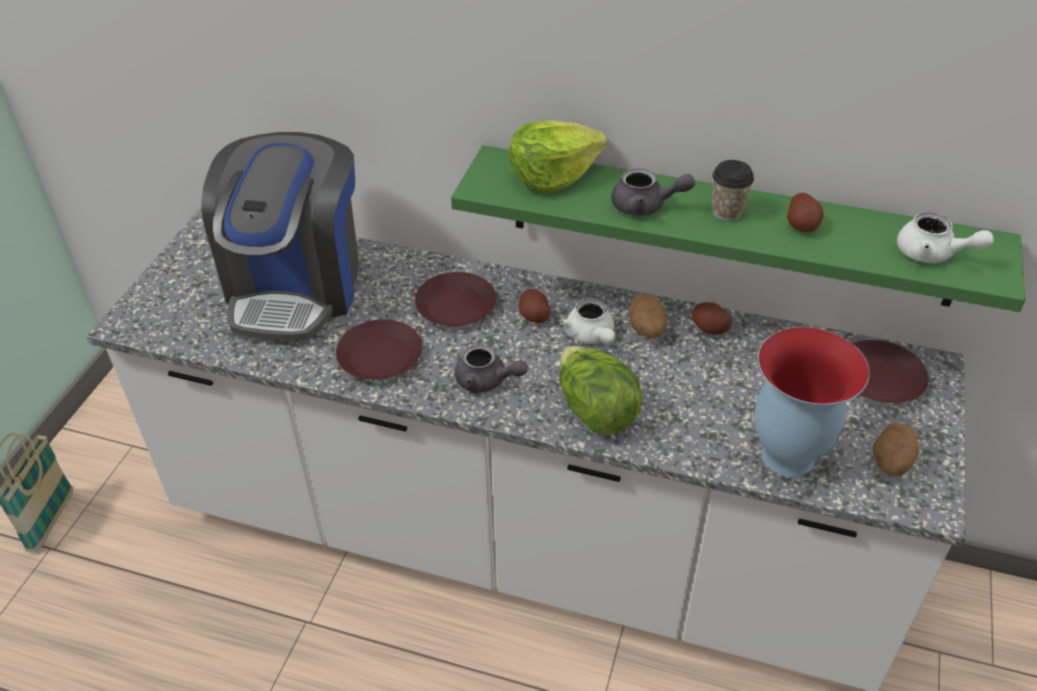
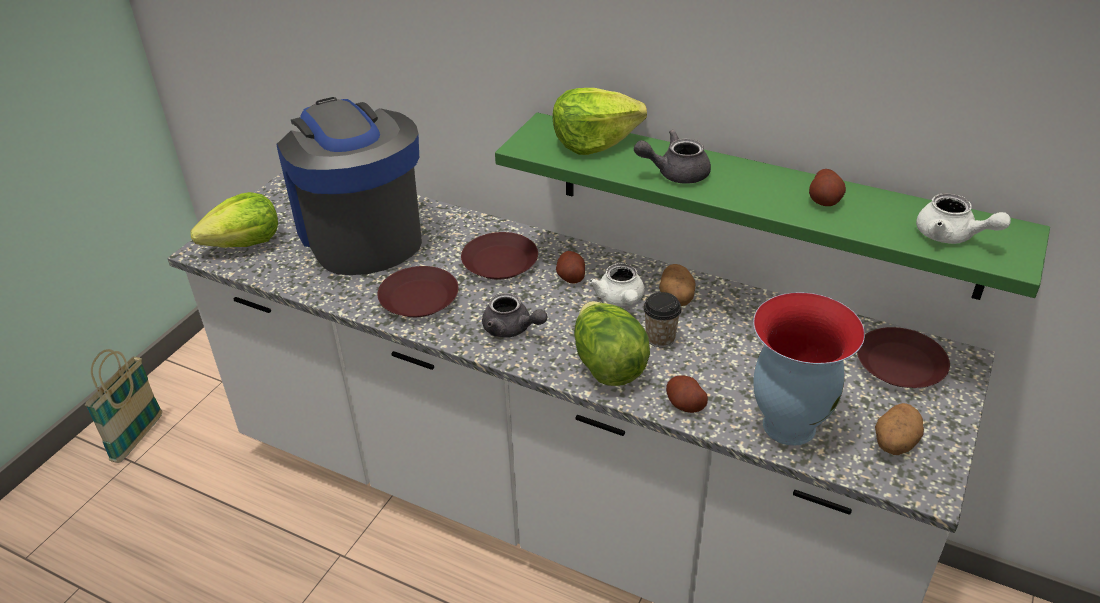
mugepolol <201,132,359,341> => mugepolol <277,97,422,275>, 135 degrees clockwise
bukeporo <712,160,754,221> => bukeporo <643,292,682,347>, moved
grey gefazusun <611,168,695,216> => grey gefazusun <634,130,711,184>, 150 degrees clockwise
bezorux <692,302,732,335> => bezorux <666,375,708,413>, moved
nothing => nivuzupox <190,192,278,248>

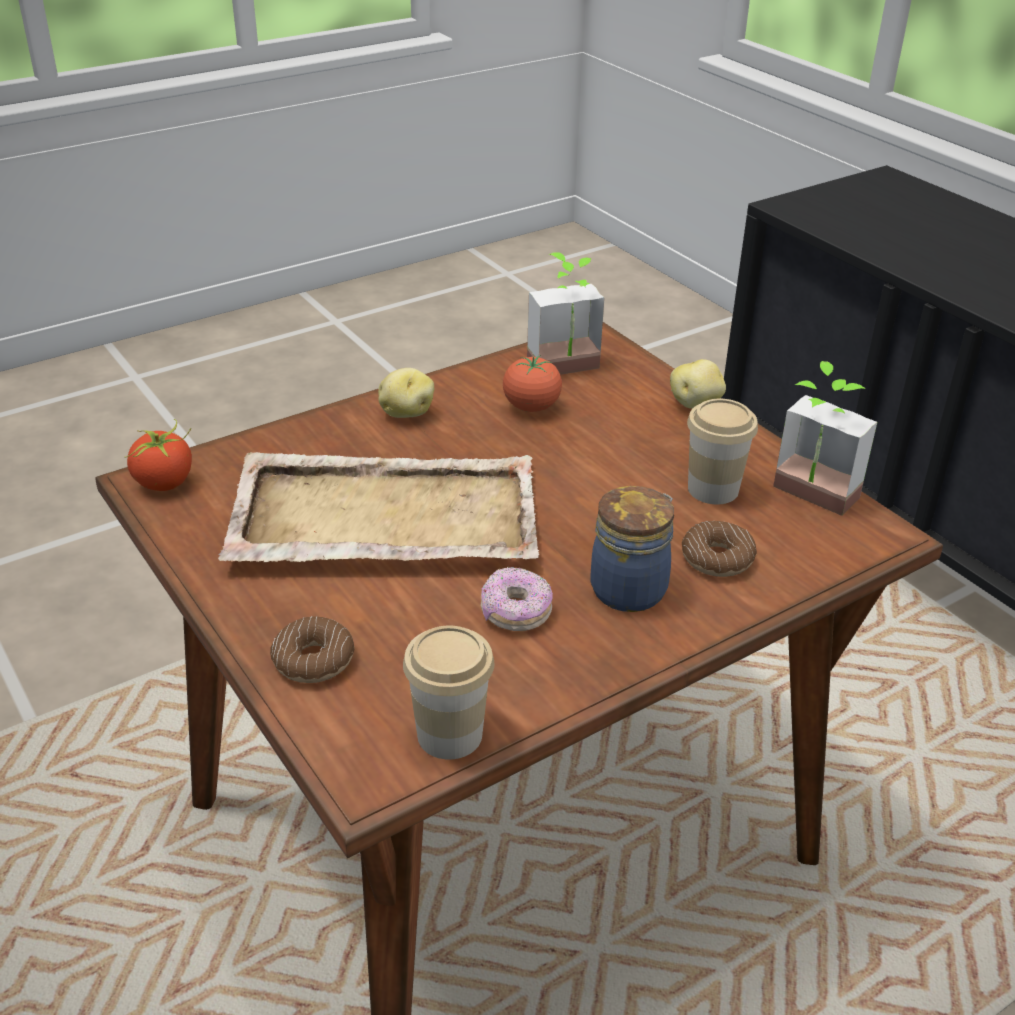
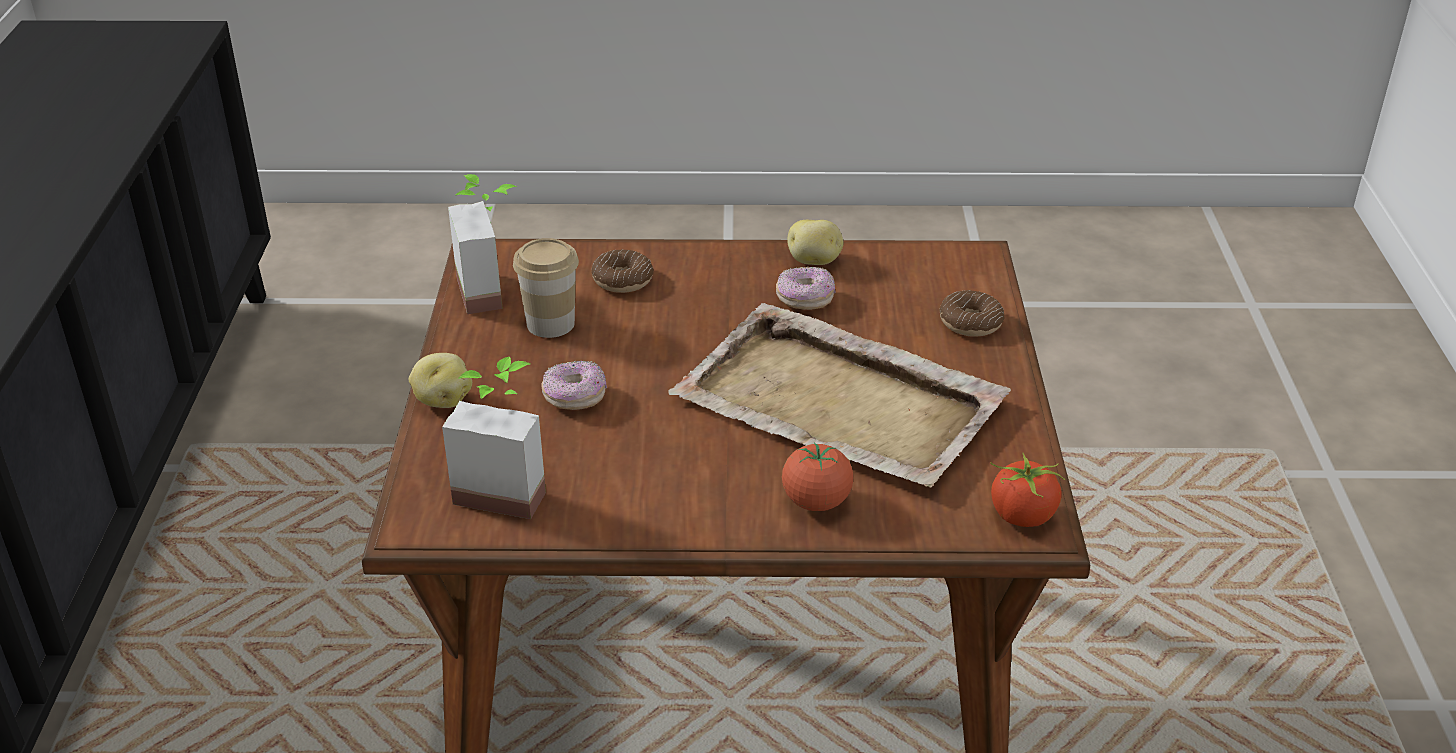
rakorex <503,355,562,412> => rakorex <782,443,853,511>, moved
bezorux <378,368,434,418> => bezorux <787,220,843,265>, moved
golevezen <590,486,674,612> => nothing
bukeporo <403,625,494,760> => nothing
nothing => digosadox <541,361,607,410>

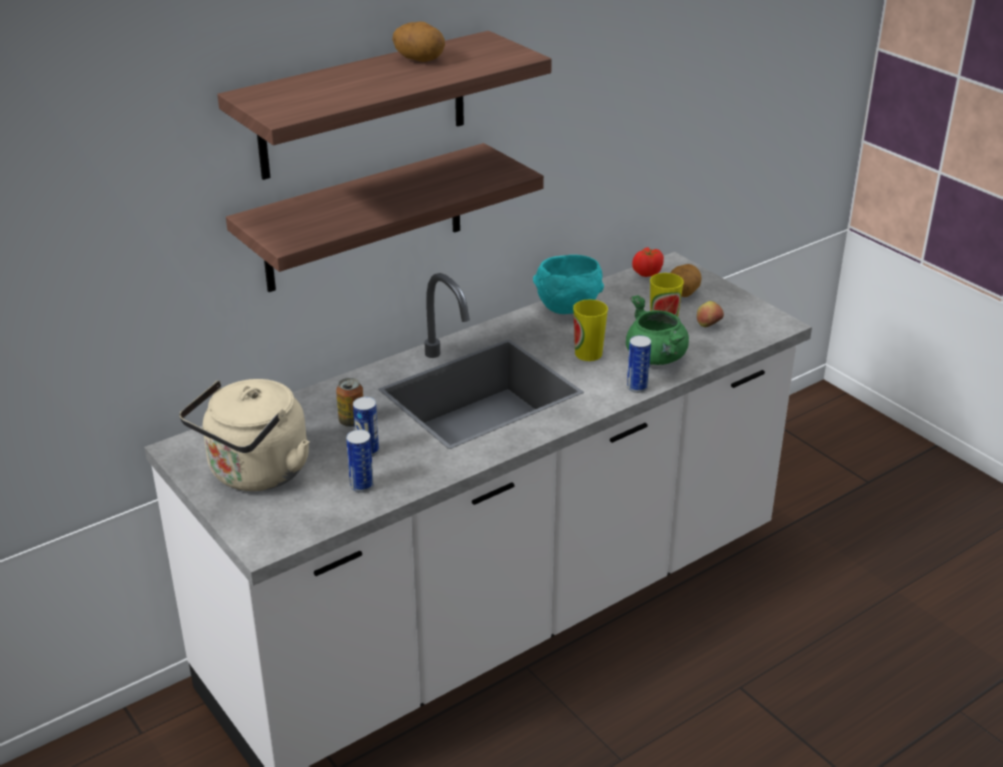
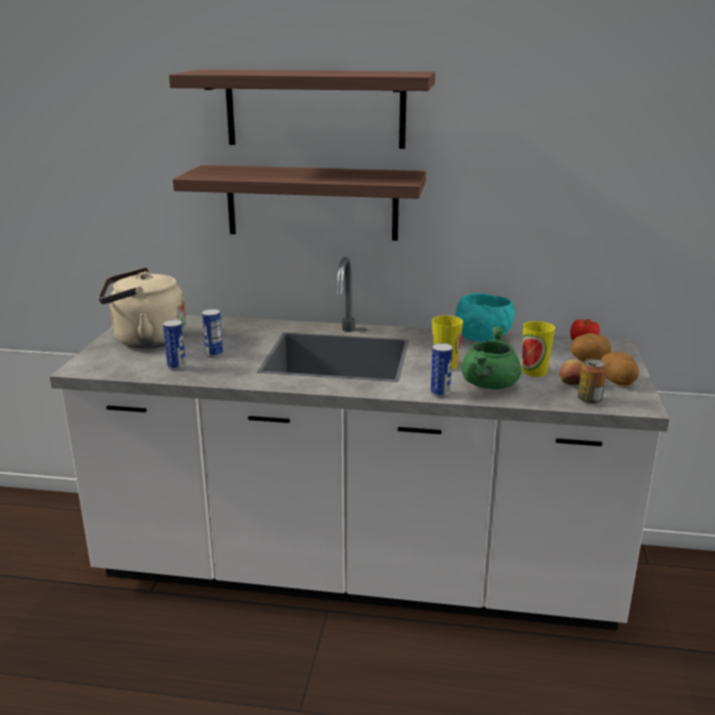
bezorux <392,22,445,62> => bezorux <601,352,639,386>, moved
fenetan <336,378,363,427> => fenetan <578,359,606,404>, moved

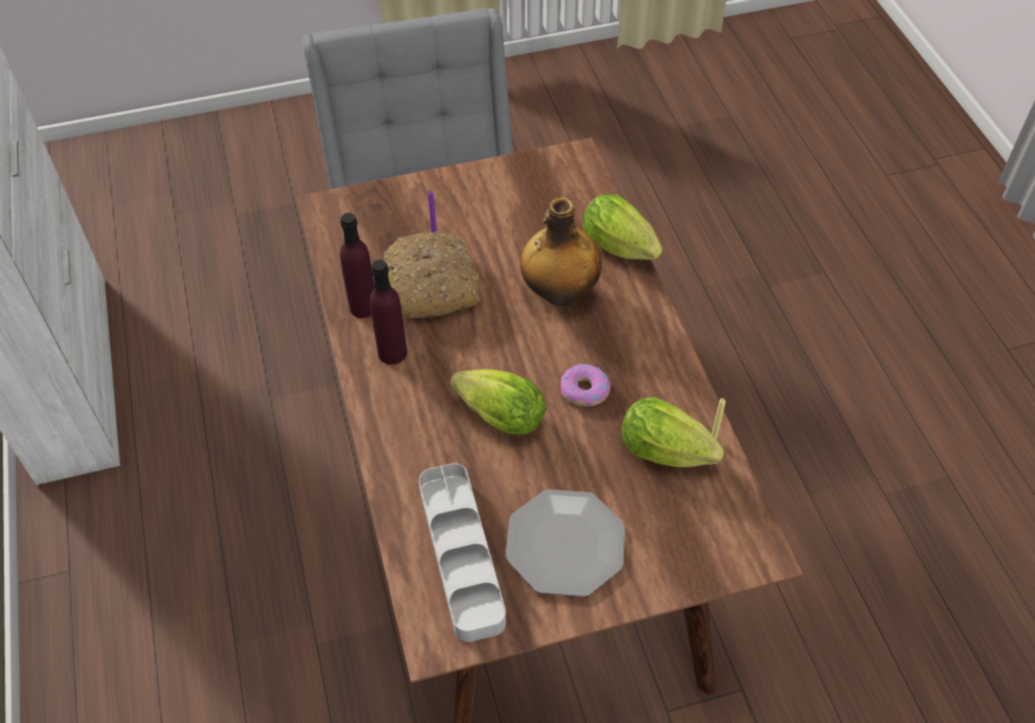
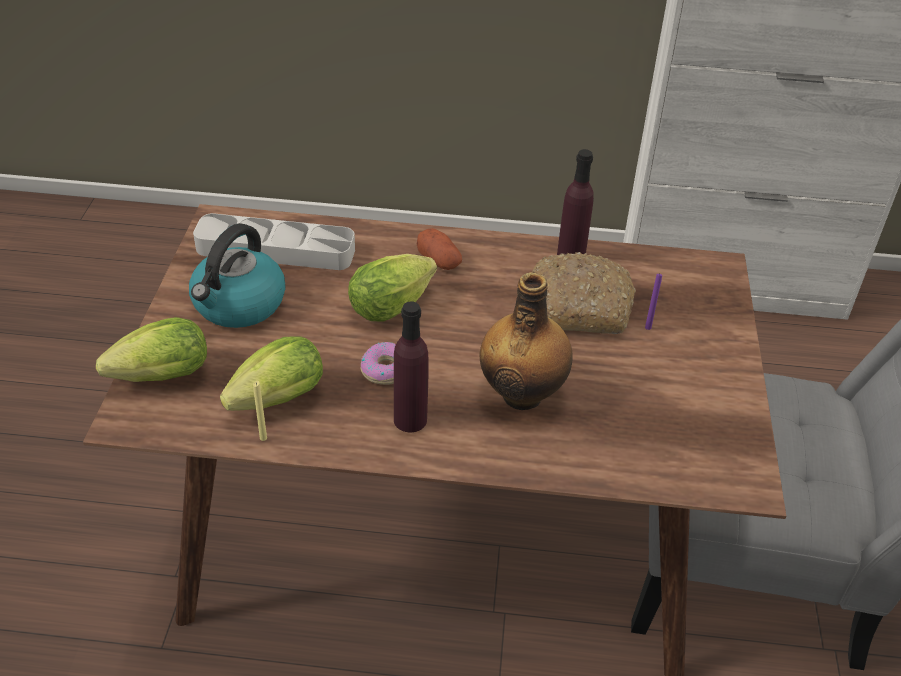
nivuzupox <583,194,663,260> => nivuzupox <96,317,207,382>, moved
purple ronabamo <370,260,407,365> => purple ronabamo <394,301,429,432>, moved
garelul <505,489,625,597> => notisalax <189,223,286,328>
nothing => bezorux <417,228,462,270>

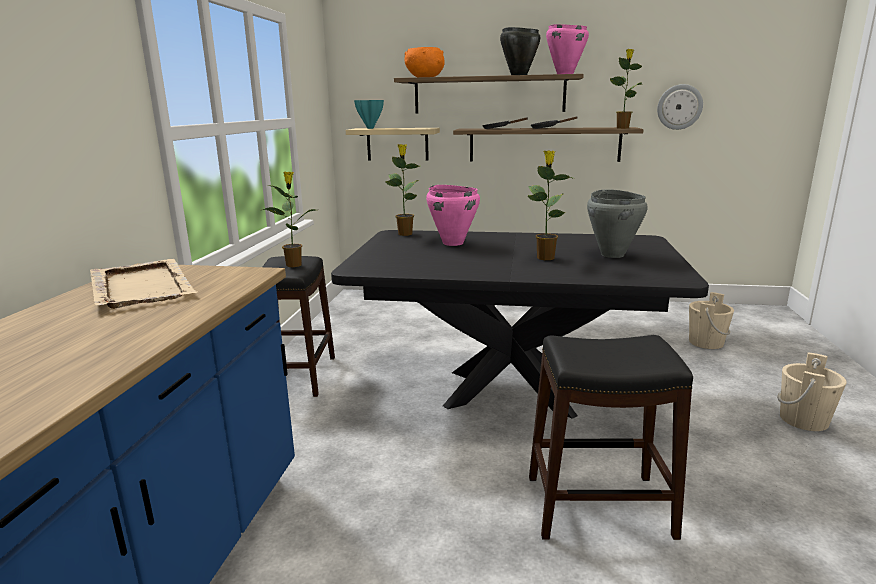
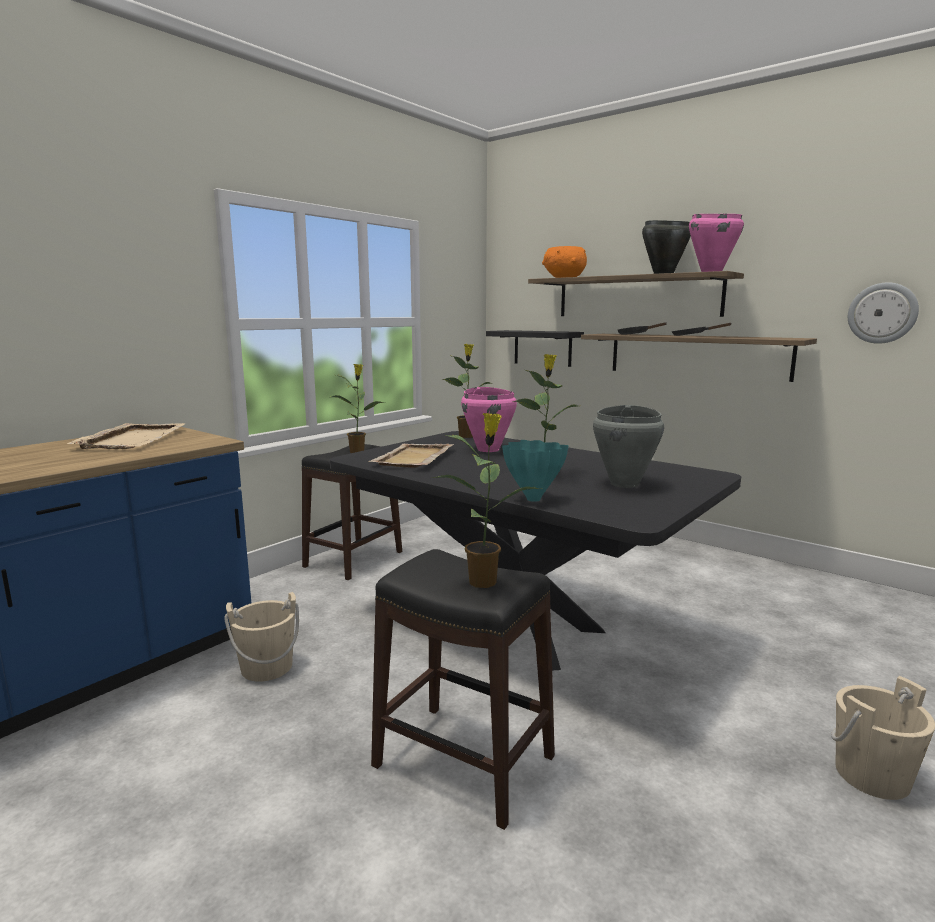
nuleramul <610,49,642,129> => nuleramul <432,413,542,588>, moved
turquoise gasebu <354,100,384,129> => turquoise gasebu <502,440,569,502>, moved
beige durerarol <346,128,440,161> => black durerarol <486,330,584,367>
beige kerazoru <689,292,734,349> => beige kerazoru <224,592,299,682>, moved
nothing => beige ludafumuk <368,444,454,468>

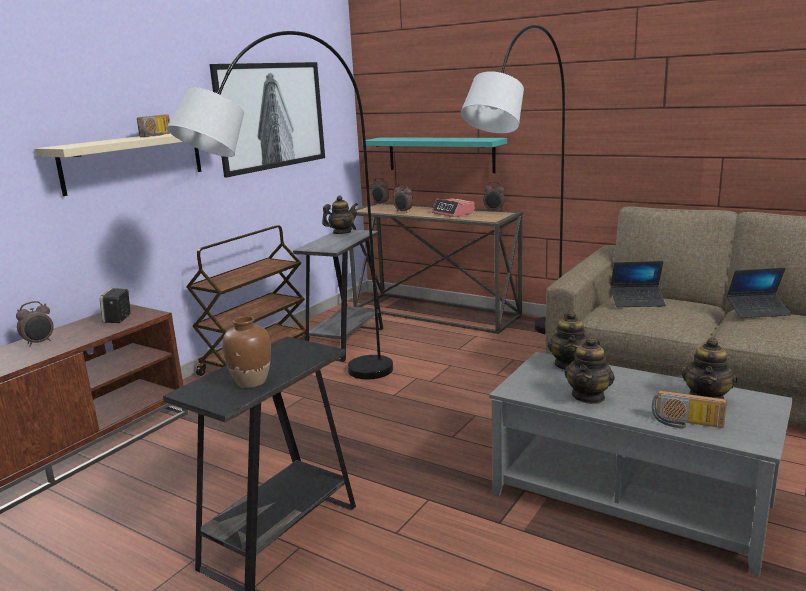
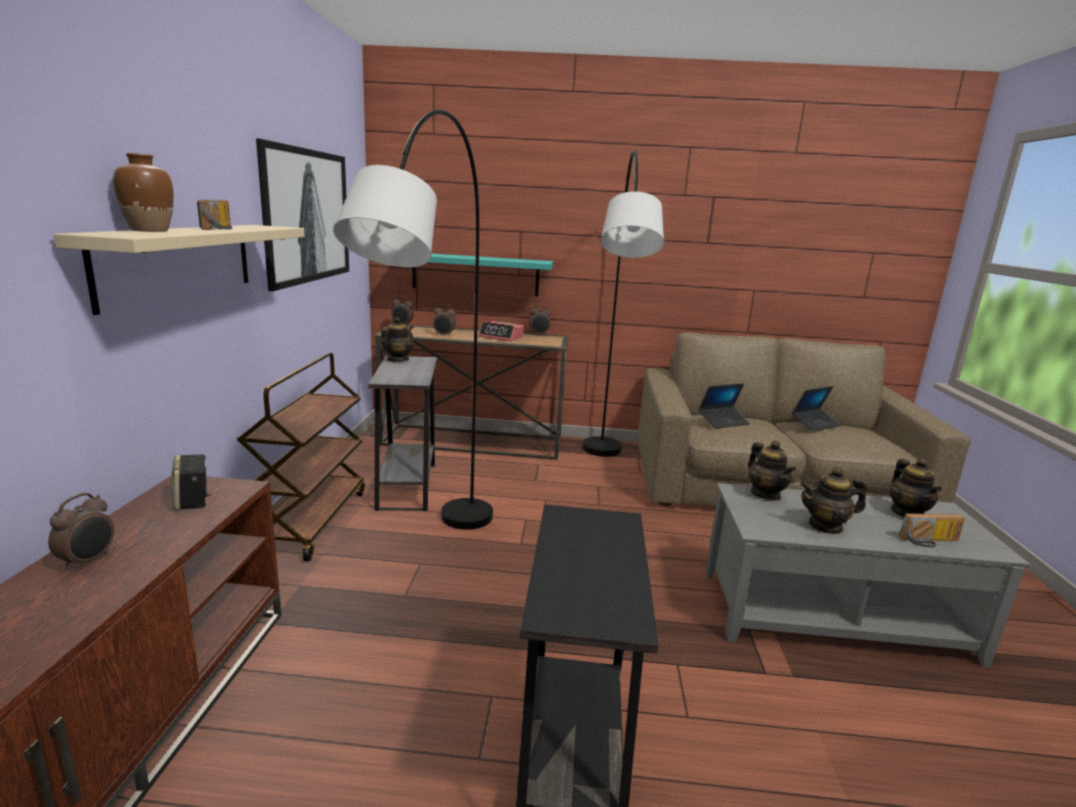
brown gasebu <222,316,271,388> => brown gasebu <113,153,174,232>, moved
gefazusun <564,336,615,404> => gefazusun <800,467,867,534>, 90 degrees clockwise

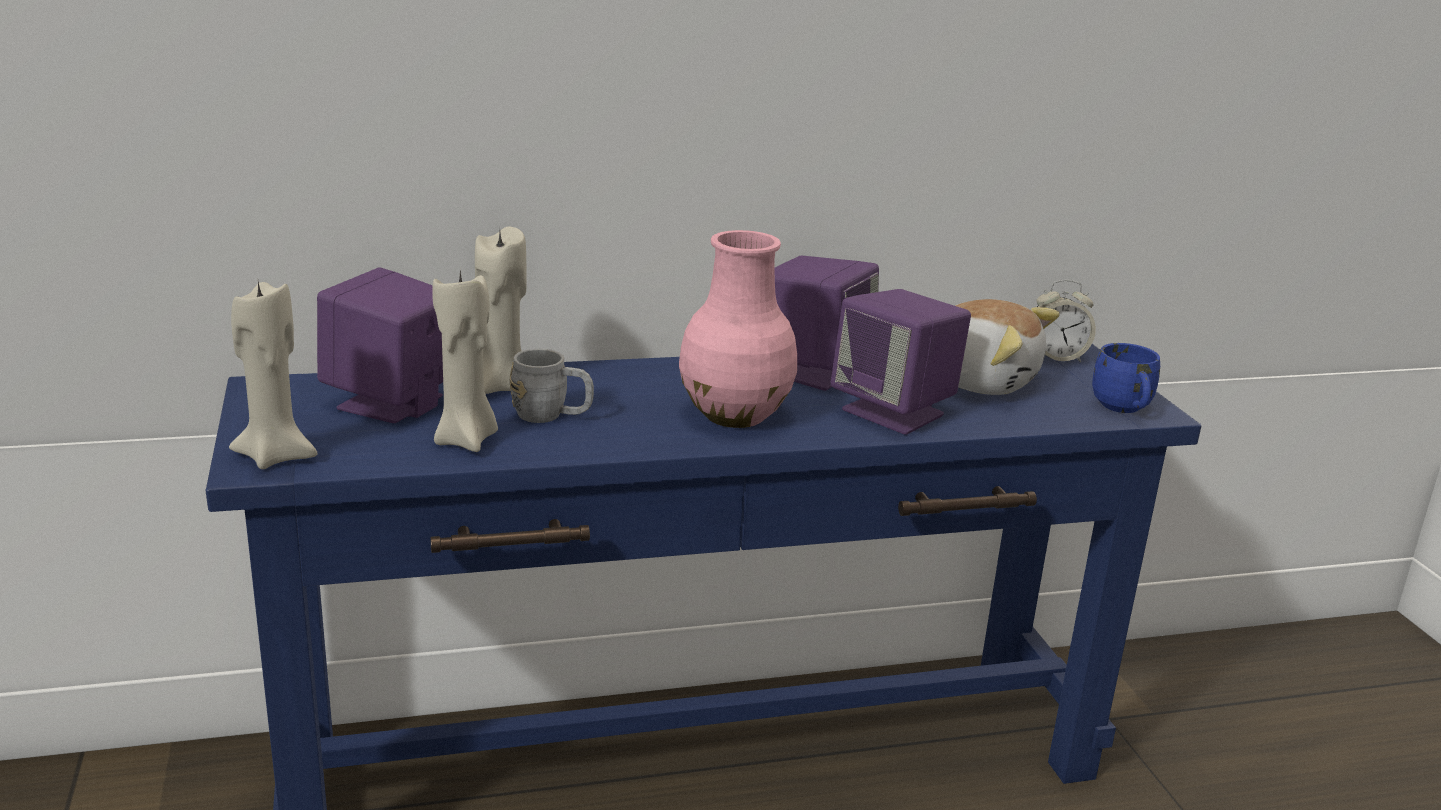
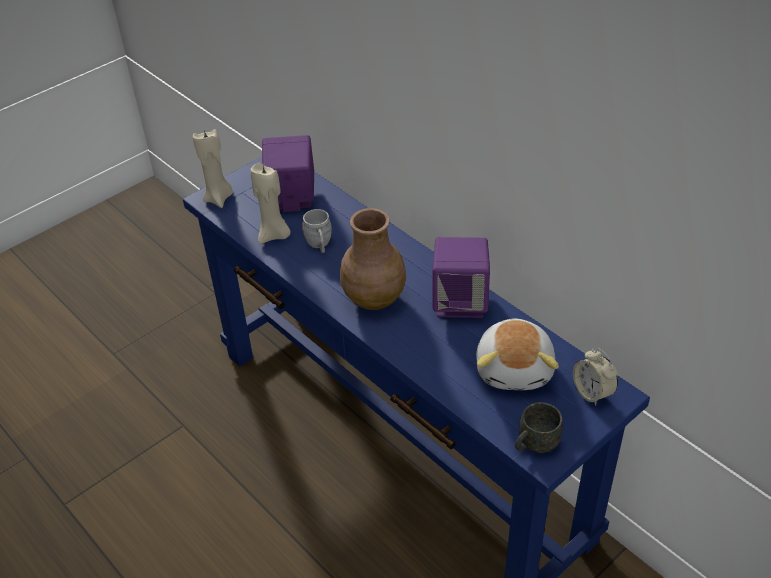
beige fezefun <475,226,526,394> => nothing
pink gasebu <679,230,797,428> => brown gasebu <340,208,406,310>
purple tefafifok <831,289,971,435> => nothing
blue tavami <1092,343,1160,413> => grey tavami <515,402,563,453>

